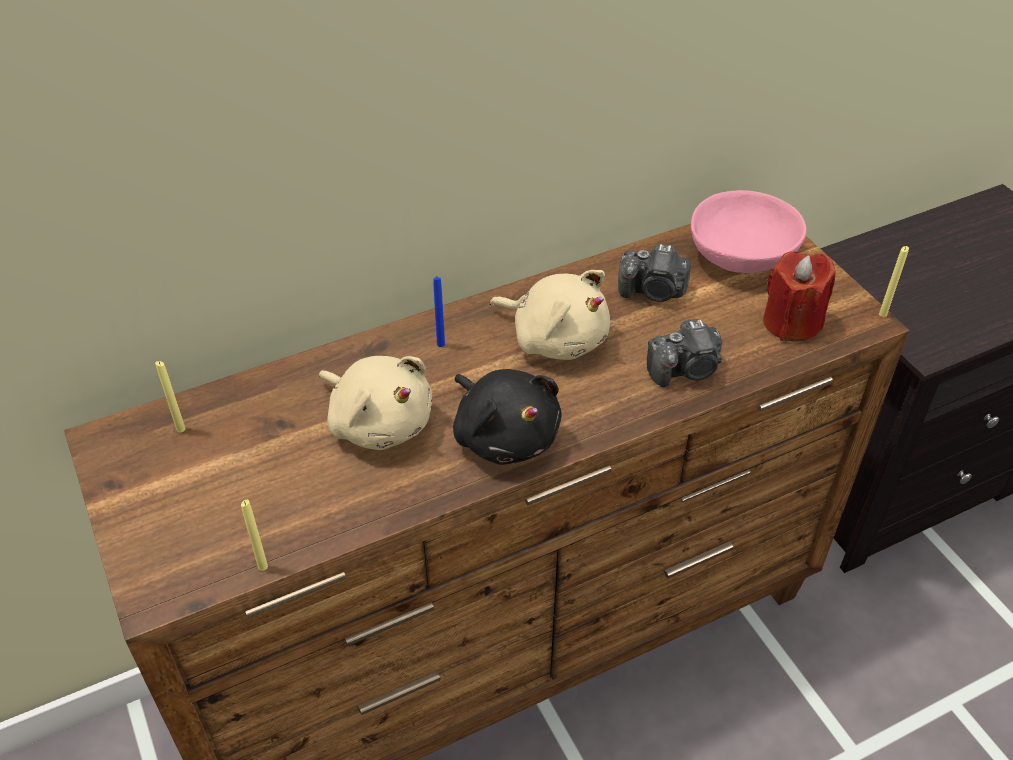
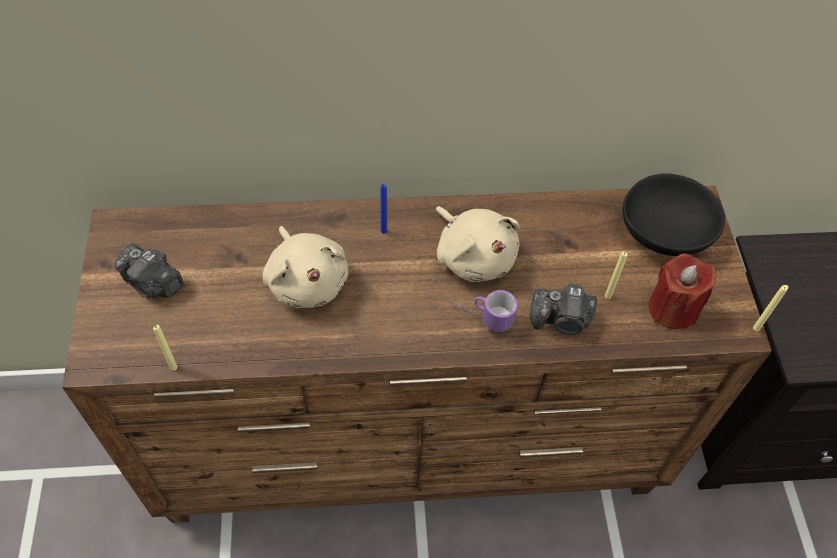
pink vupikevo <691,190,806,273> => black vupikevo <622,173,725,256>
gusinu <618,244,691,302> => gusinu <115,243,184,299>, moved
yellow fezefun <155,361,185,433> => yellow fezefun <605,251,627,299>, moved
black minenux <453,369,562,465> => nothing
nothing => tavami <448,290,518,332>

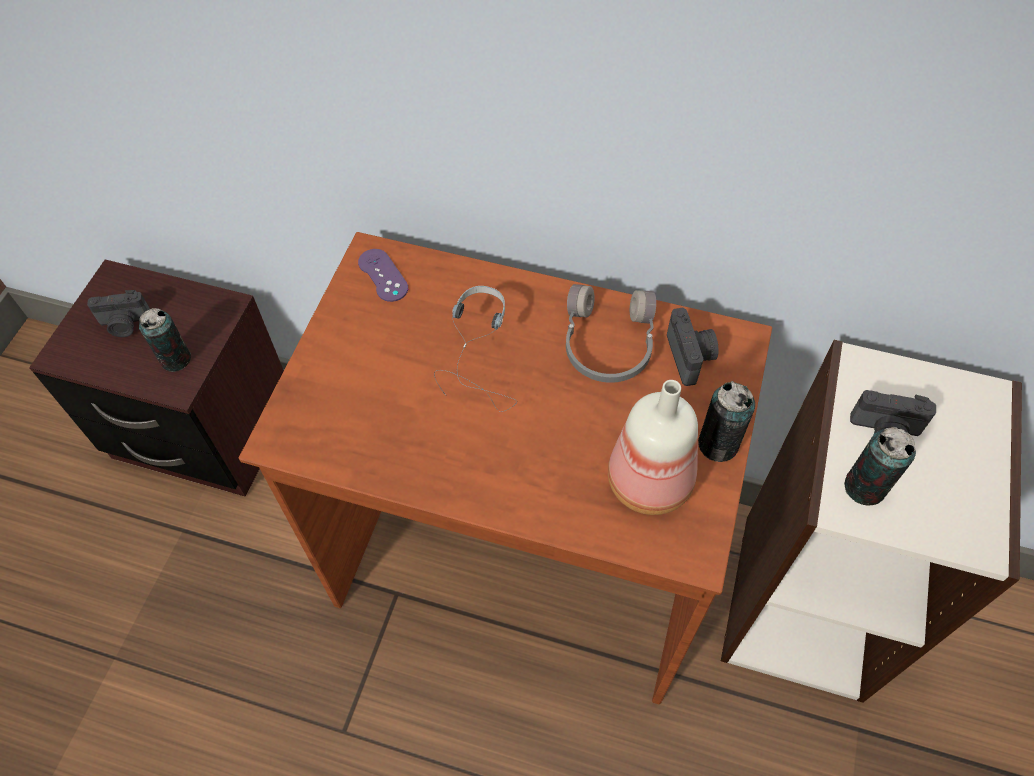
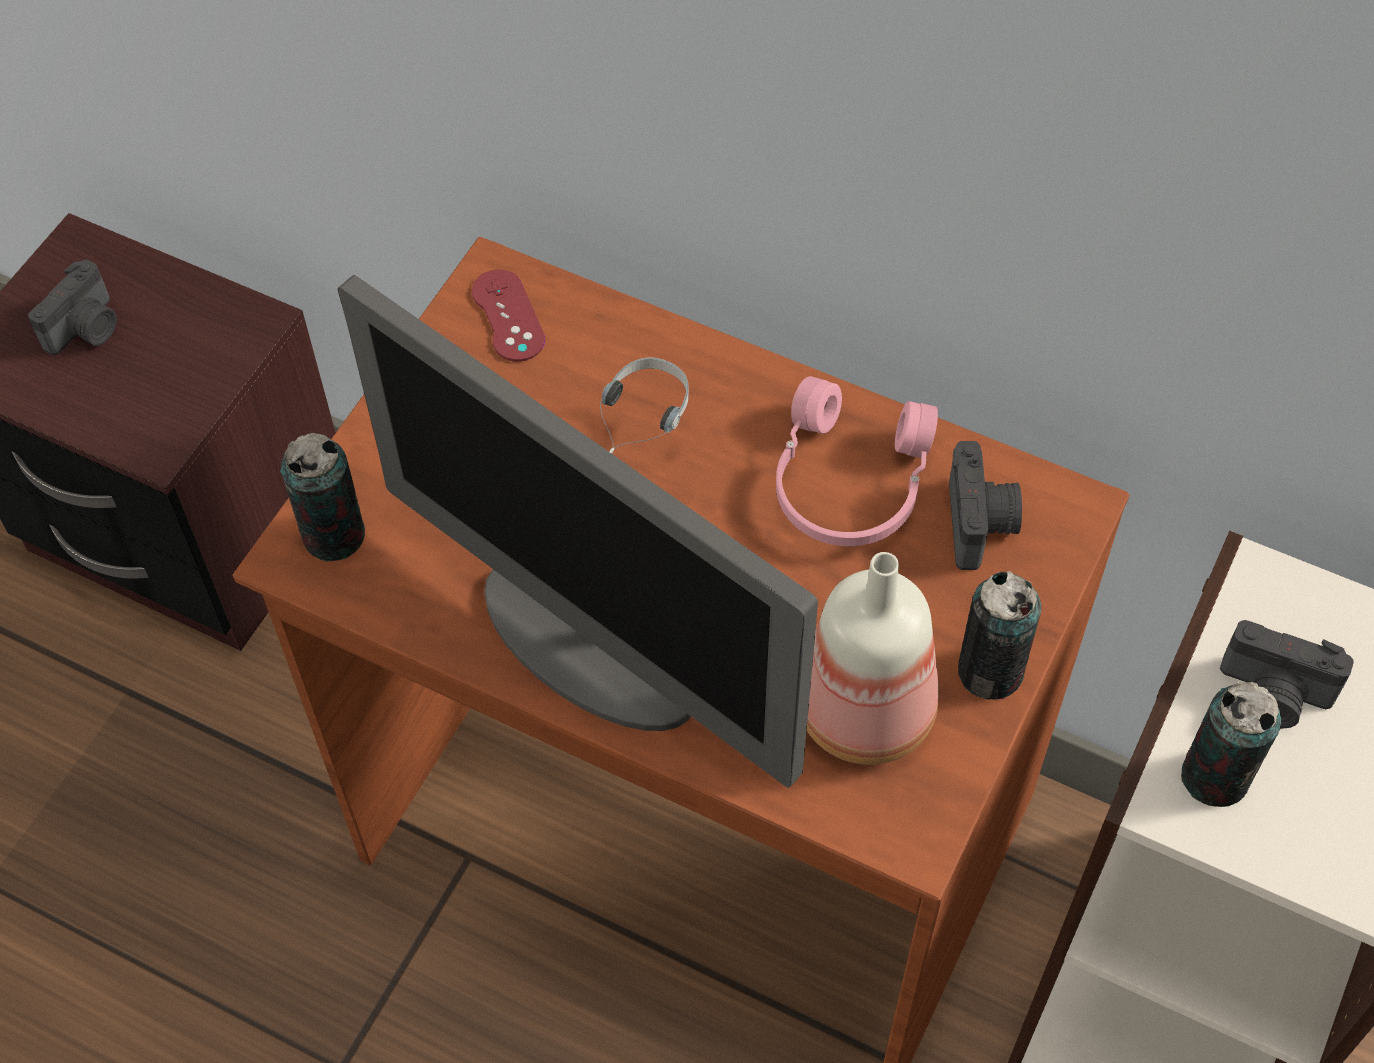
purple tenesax <358,249,408,302> => red tenesax <472,269,545,362>
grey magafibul <566,284,656,383> => pink magafibul <776,376,938,546>
gusinu <87,290,150,337> => gusinu <28,259,117,355>, 60 degrees counterclockwise
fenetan <139,308,191,372> => fenetan <280,433,365,562>, moved
nothing => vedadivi <338,275,818,788>

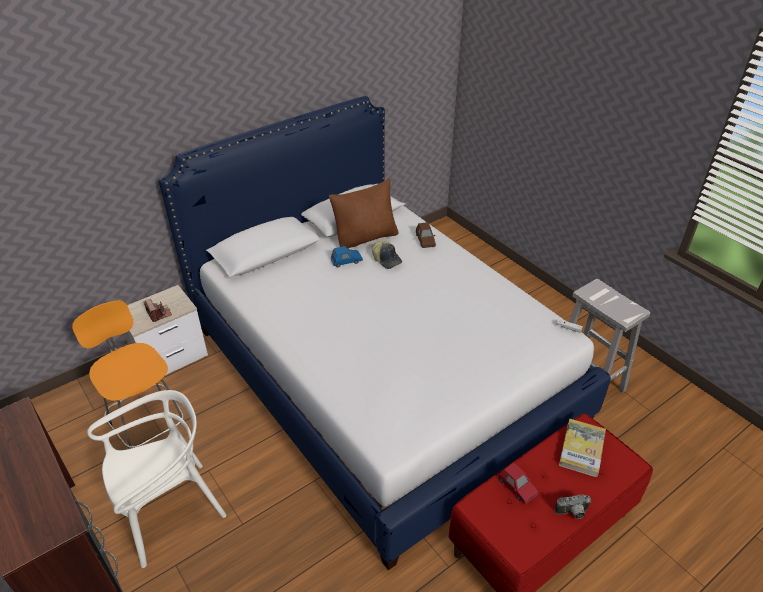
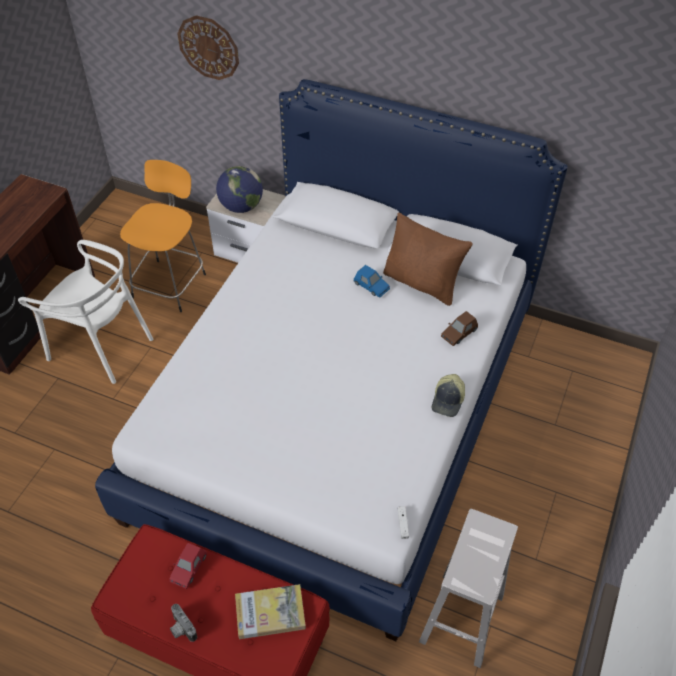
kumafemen <372,241,402,269> => kumafemen <432,374,465,417>, moved
gusinu <144,299,172,322> => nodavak <216,166,263,213>
nothing => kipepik <177,15,239,80>

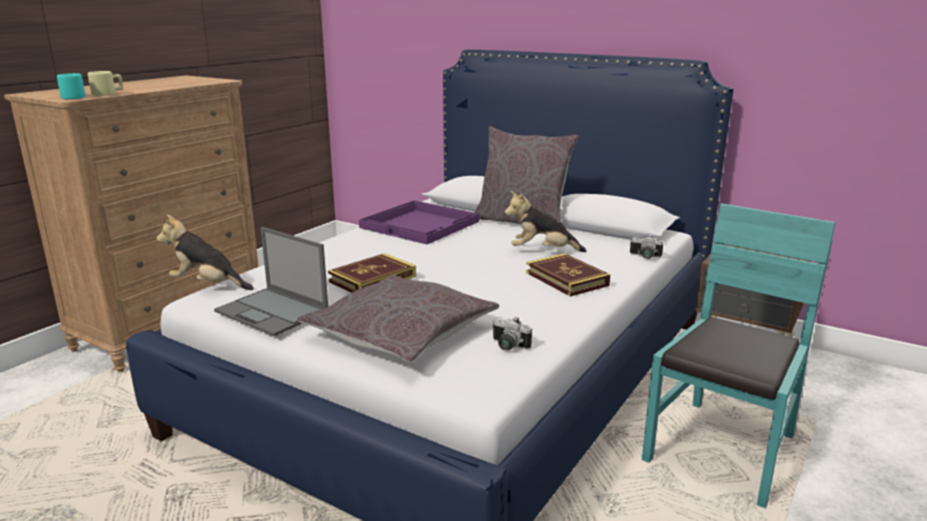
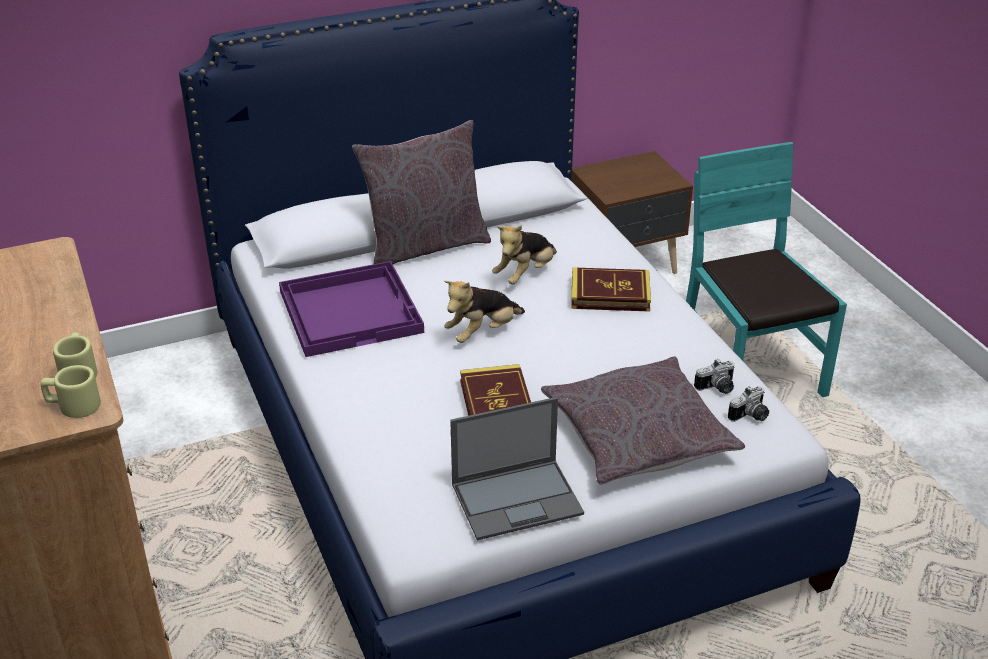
turquoise tavami <57,73,86,99> => beige tavami <41,365,101,418>
minenux <157,215,254,290> => minenux <444,281,525,343>, moved
gusinu <630,235,663,259> => gusinu <728,386,769,422>, moved

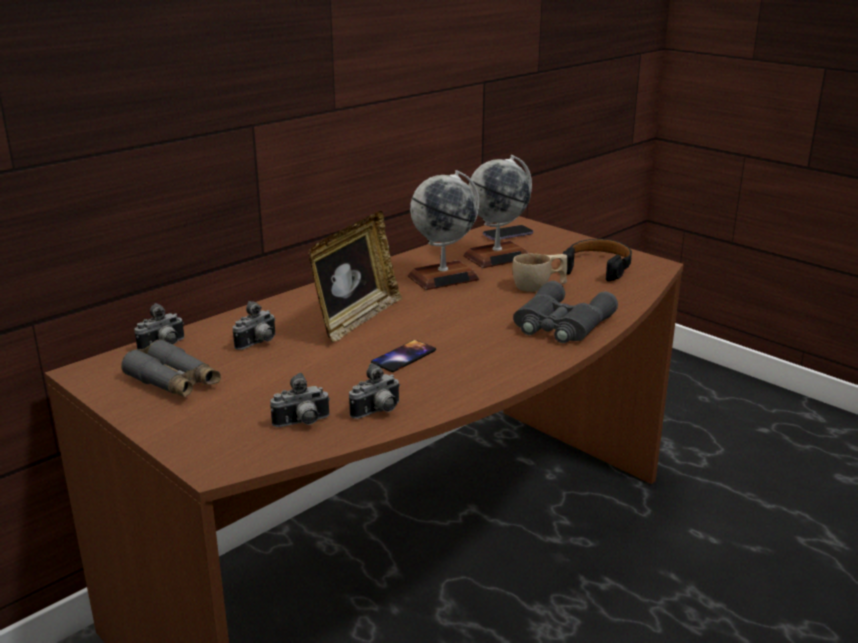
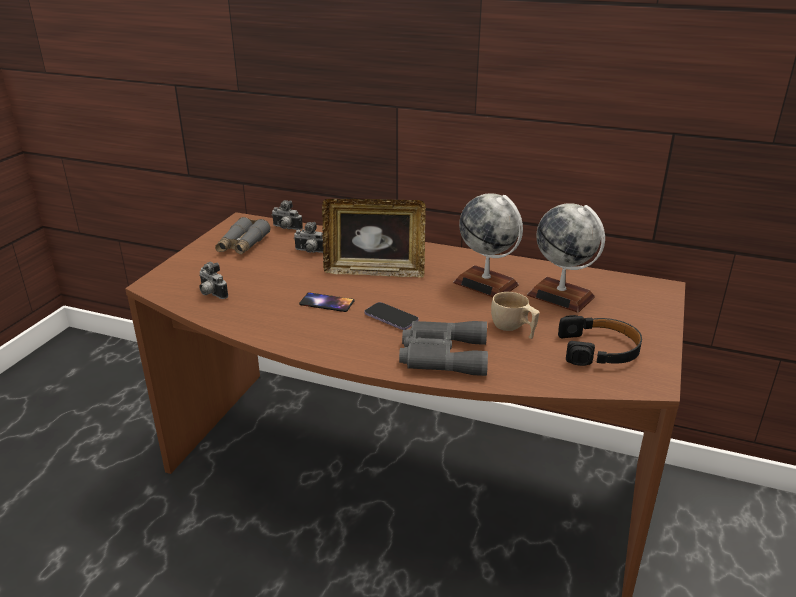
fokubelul <483,225,533,240> => fokubelul <365,302,419,330>, moved
gusinu <349,363,400,419> => nothing

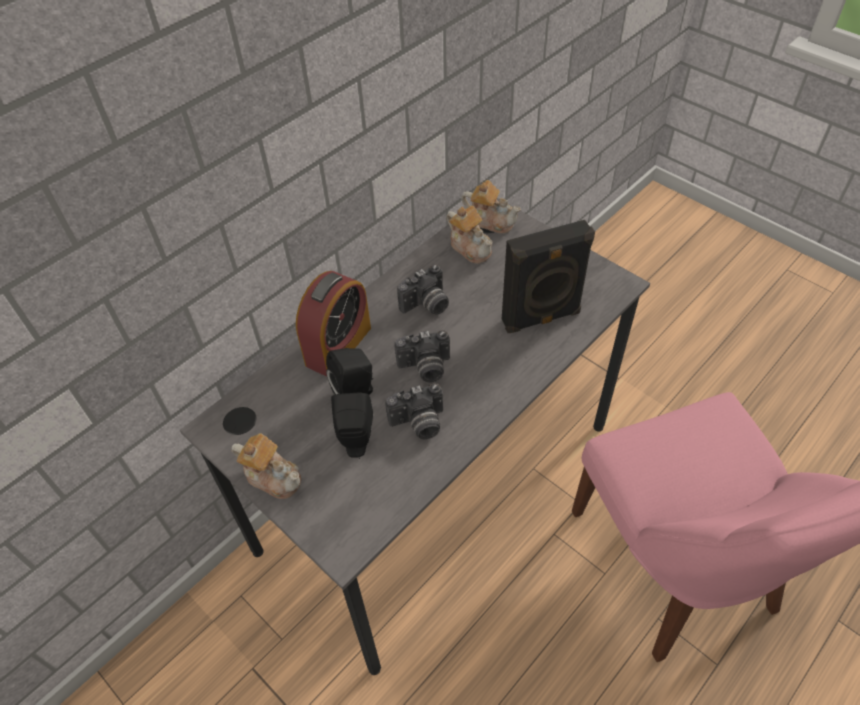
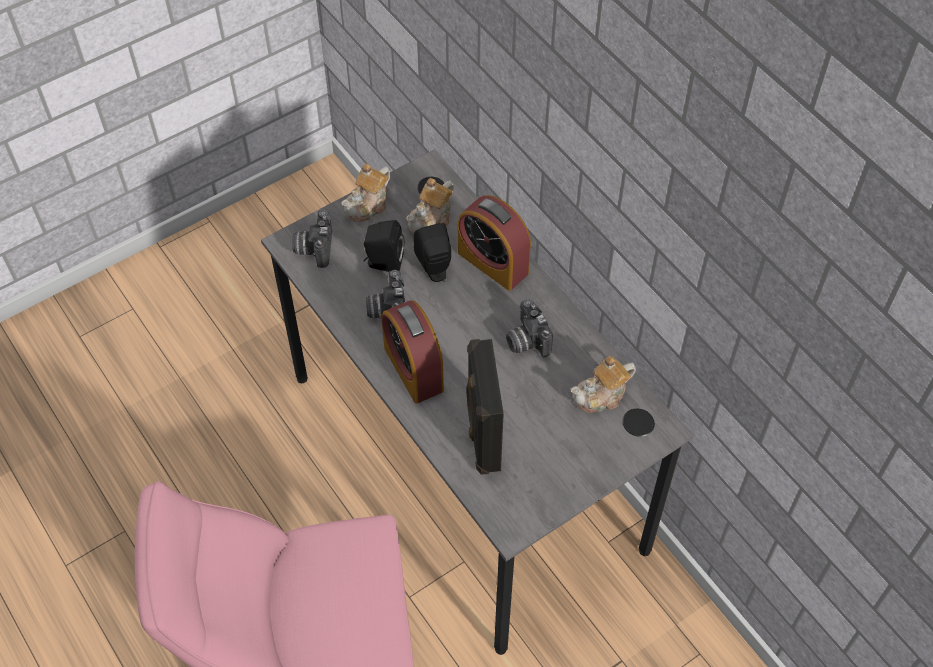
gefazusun <461,180,521,234> => gefazusun <406,178,454,233>, moved
gusinu <394,330,450,382> => gusinu <292,210,332,268>, moved
nothing => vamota <382,300,444,403>

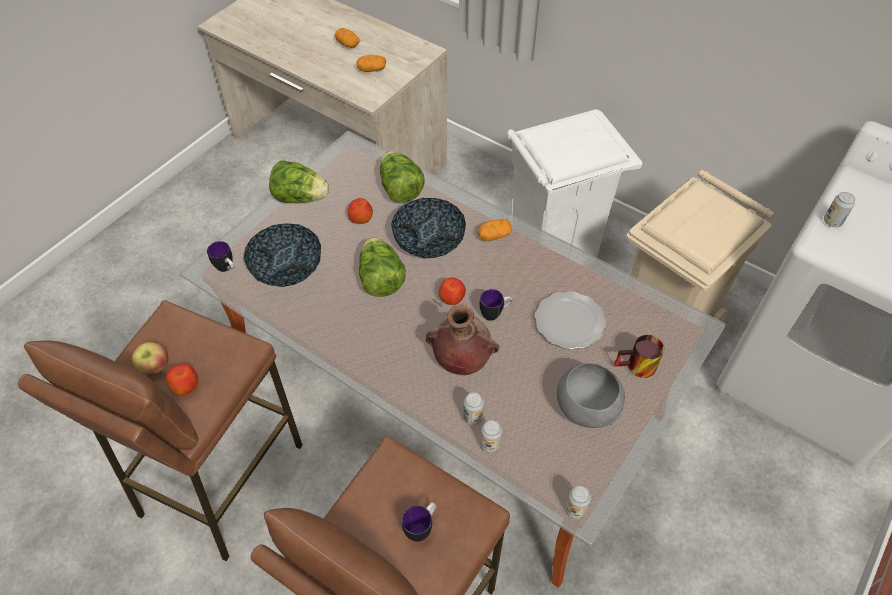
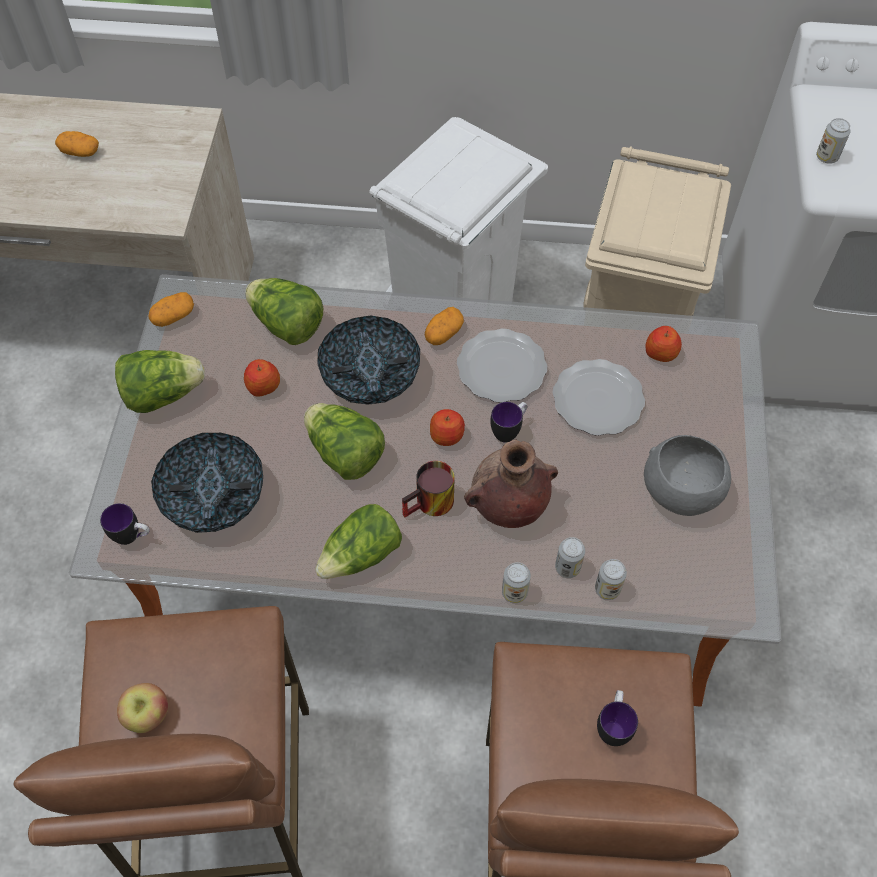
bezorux <356,55,386,72> => bezorux <149,292,194,327>, moved
tavami <614,335,664,378> => tavami <402,461,455,517>, moved
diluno <166,364,198,395> => diluno <646,326,682,362>, moved
fenetan <565,486,591,519> => fenetan <502,562,531,603>, moved
nothing => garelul <457,328,547,403>
nothing => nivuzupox <315,504,402,579>

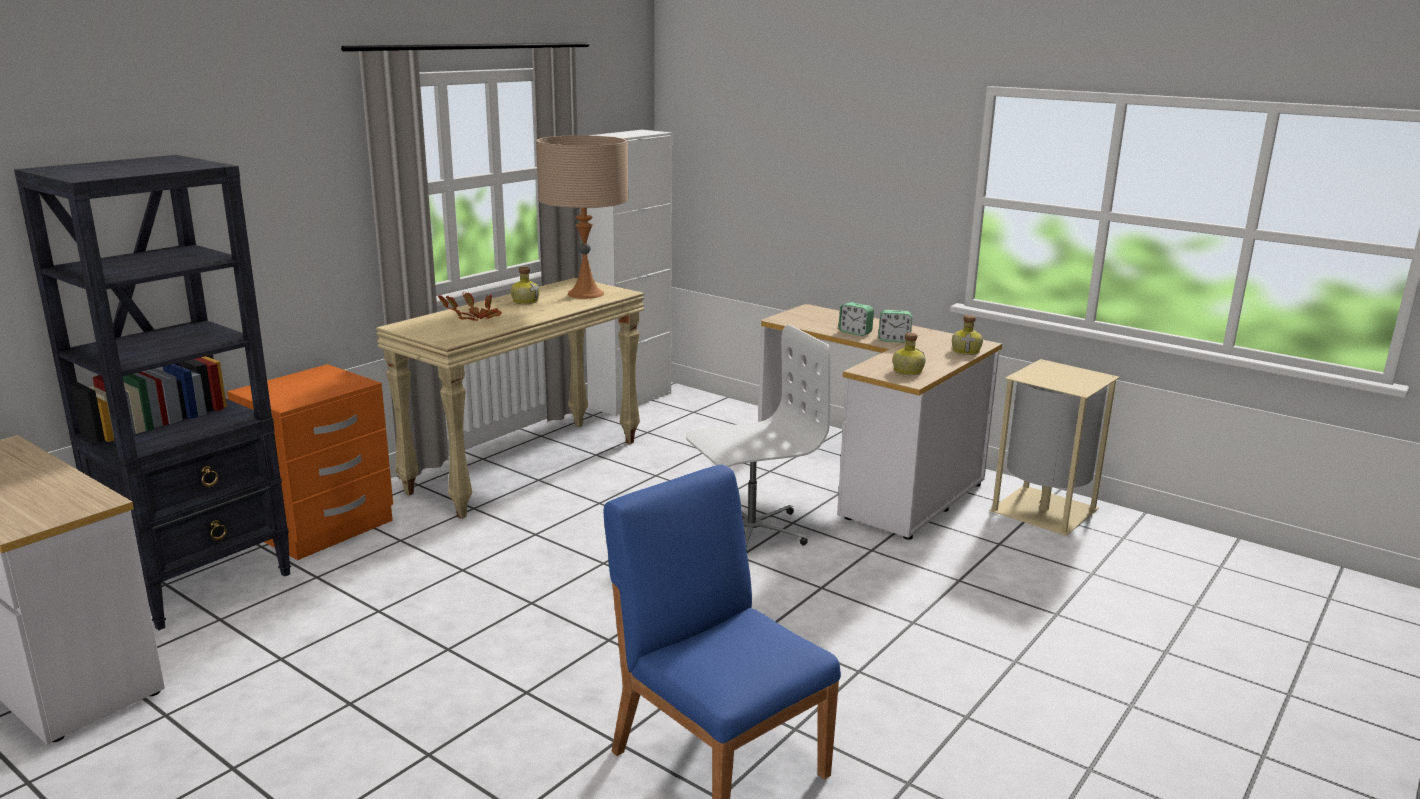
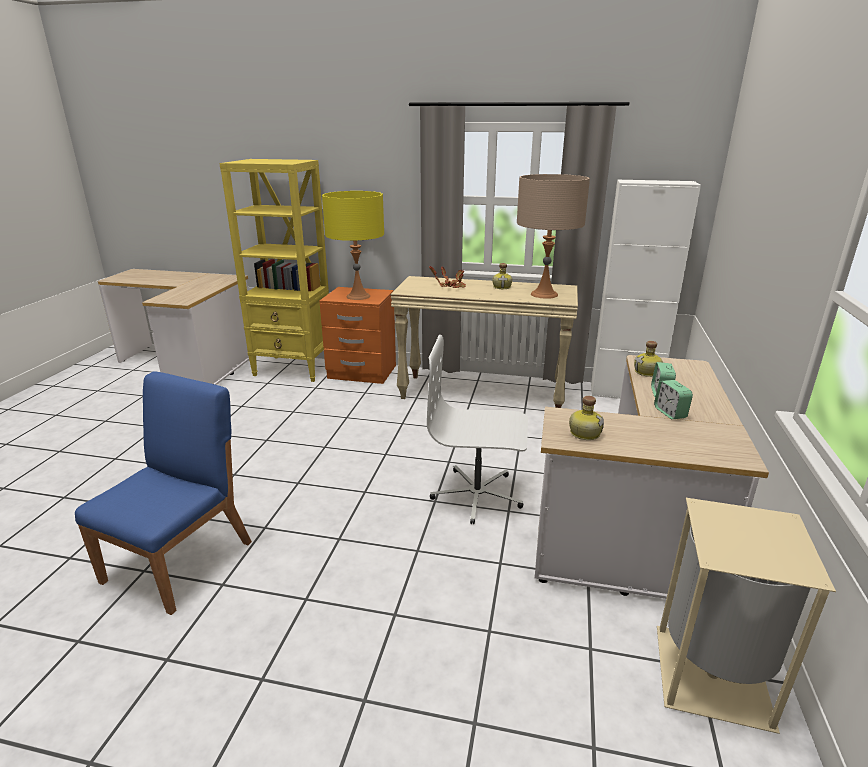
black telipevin <14,155,291,630> => yellow telipevin <219,159,329,382>
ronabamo <952,315,983,355> => ronabamo <634,341,663,377>, moved
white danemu <686,325,830,548> => white danemu <427,335,528,524>, 150 degrees clockwise
nothing => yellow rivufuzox <322,191,384,300>

